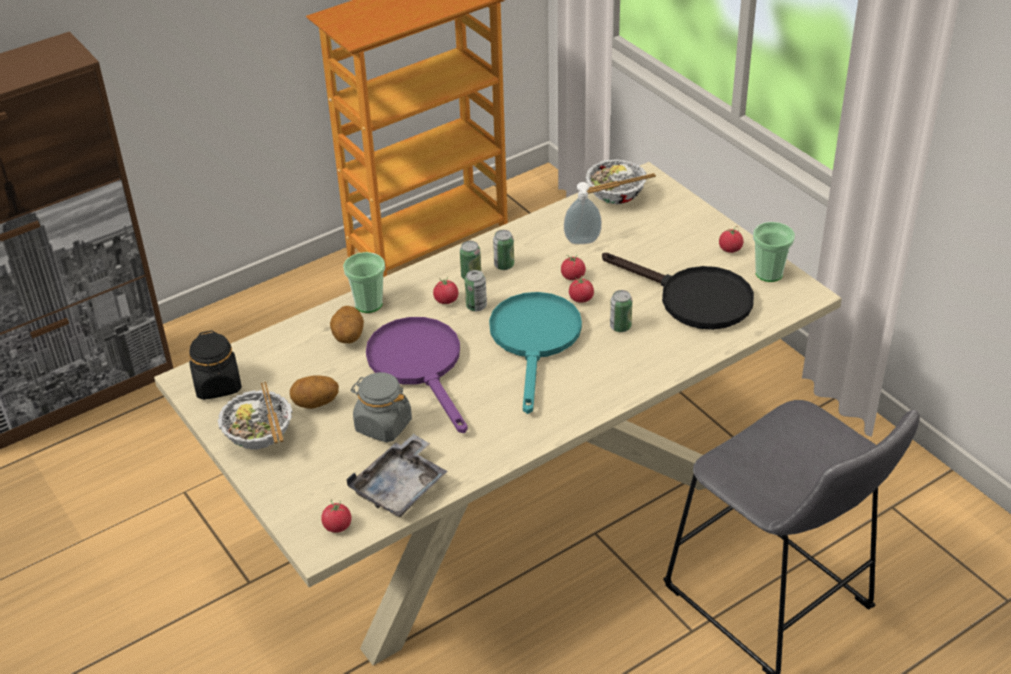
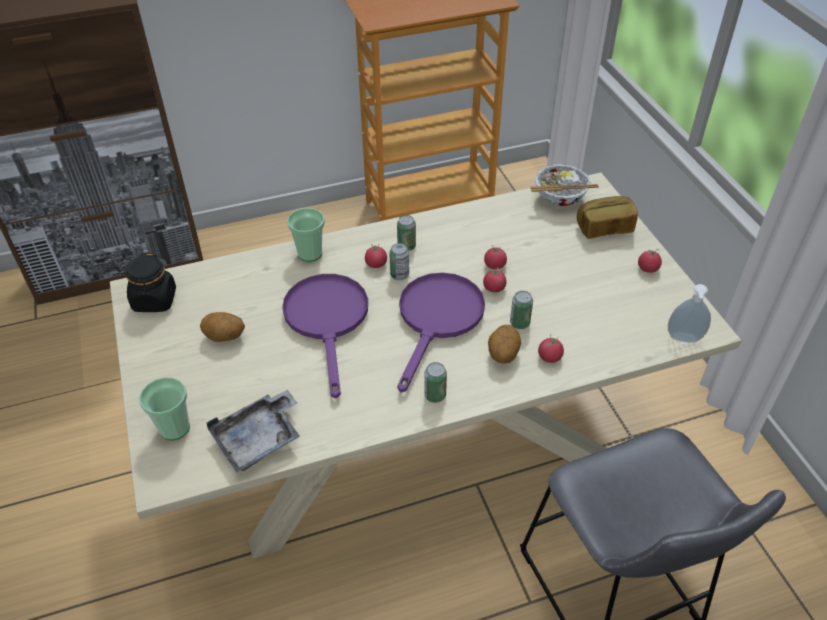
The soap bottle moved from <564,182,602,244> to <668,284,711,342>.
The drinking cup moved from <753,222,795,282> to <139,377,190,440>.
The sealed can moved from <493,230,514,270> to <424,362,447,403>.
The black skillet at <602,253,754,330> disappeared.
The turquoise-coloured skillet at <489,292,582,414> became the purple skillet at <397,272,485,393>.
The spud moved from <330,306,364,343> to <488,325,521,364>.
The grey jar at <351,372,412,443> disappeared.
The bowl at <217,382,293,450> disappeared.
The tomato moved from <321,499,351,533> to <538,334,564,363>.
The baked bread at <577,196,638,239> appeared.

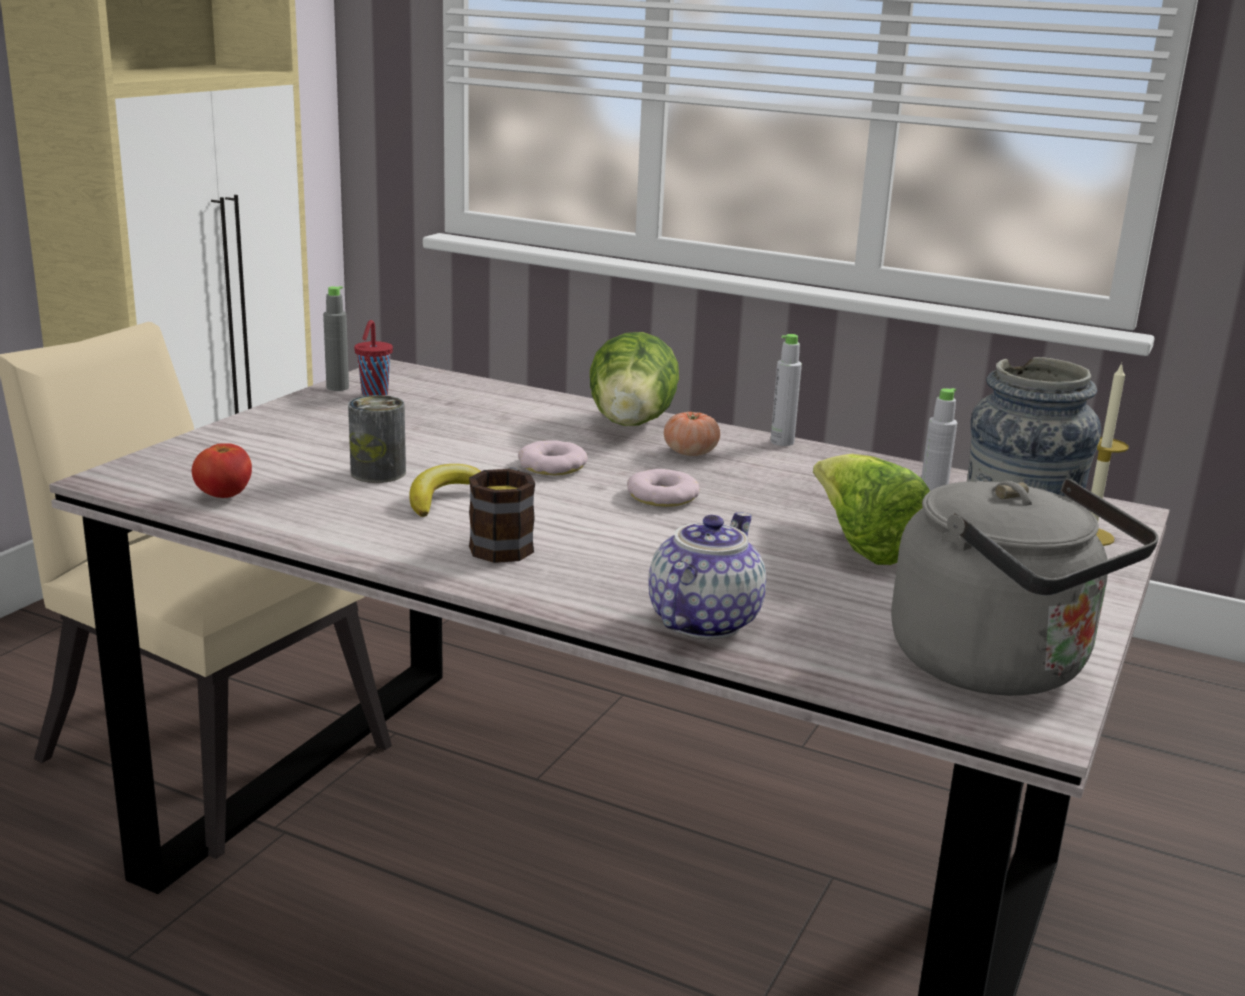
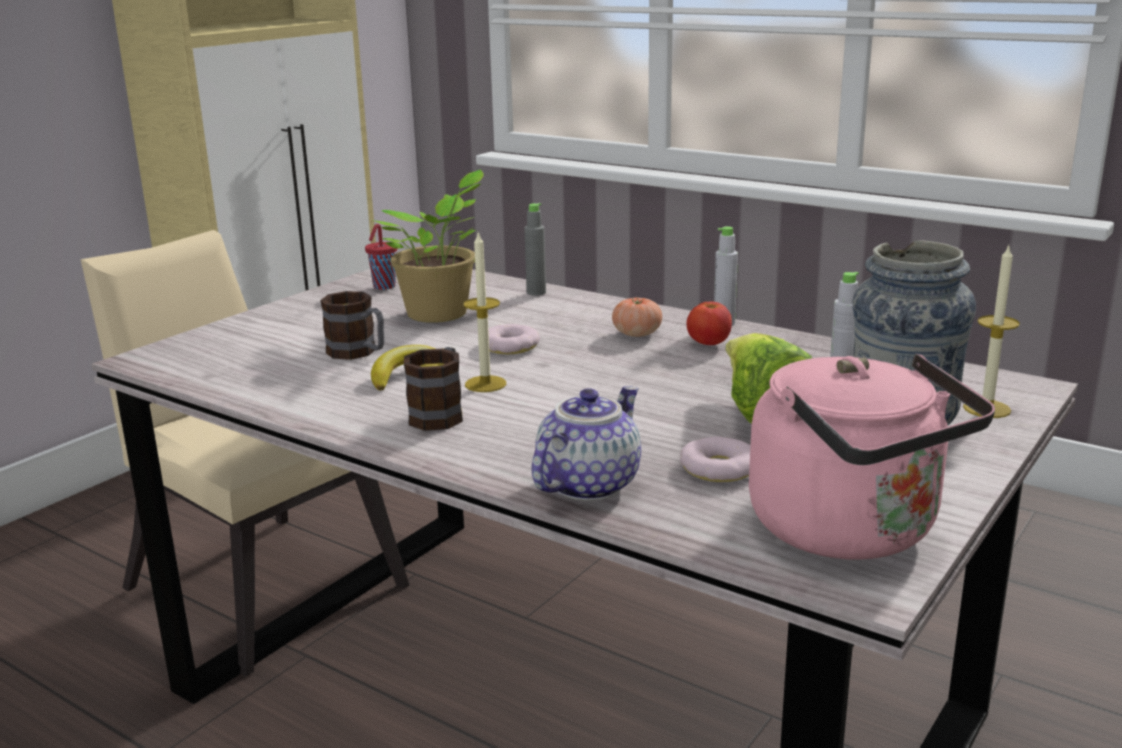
The grey beverage bottle moved from <323,286,349,391> to <524,203,546,296>.
The lettuce head at <590,332,679,426> disappeared.
The sealed can at <348,395,406,483> was replaced by the coffee mug at <320,291,384,360>.
The tomato moved from <192,443,252,498> to <687,302,732,345>.
The donut moved from <627,469,700,507> to <680,436,751,482>.
The grey water kettle at <891,478,1159,696> became the pink-coloured water kettle at <749,353,995,559>.
The houseplant at <371,169,484,323> appeared.
The candle at <464,233,506,392> appeared.

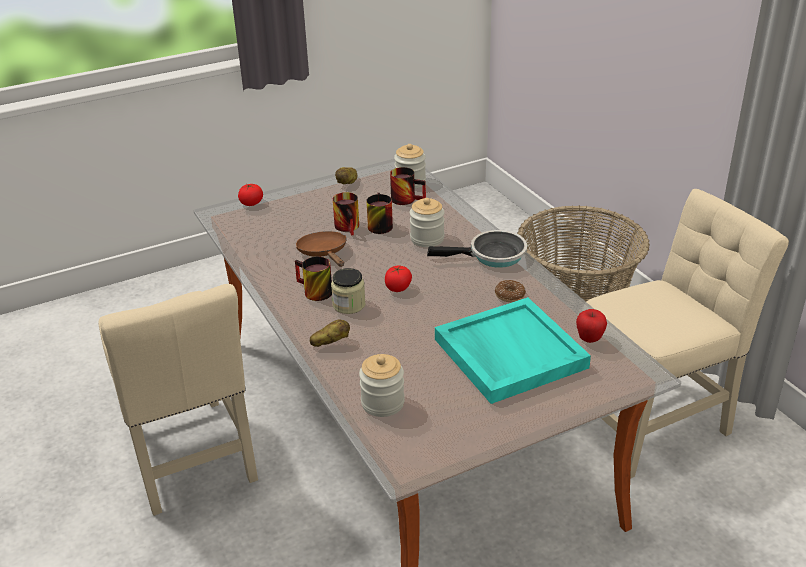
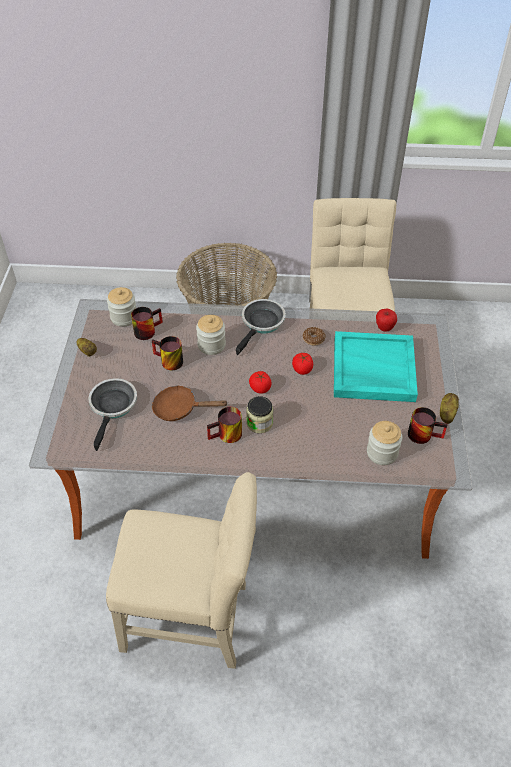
The tomato moved from <238,184,263,206> to <292,353,313,375>.
The coffee mug moved from <333,192,359,235> to <408,407,448,444>.
The spud moved from <310,320,350,347> to <440,393,459,424>.
The skillet at <88,378,137,451> appeared.

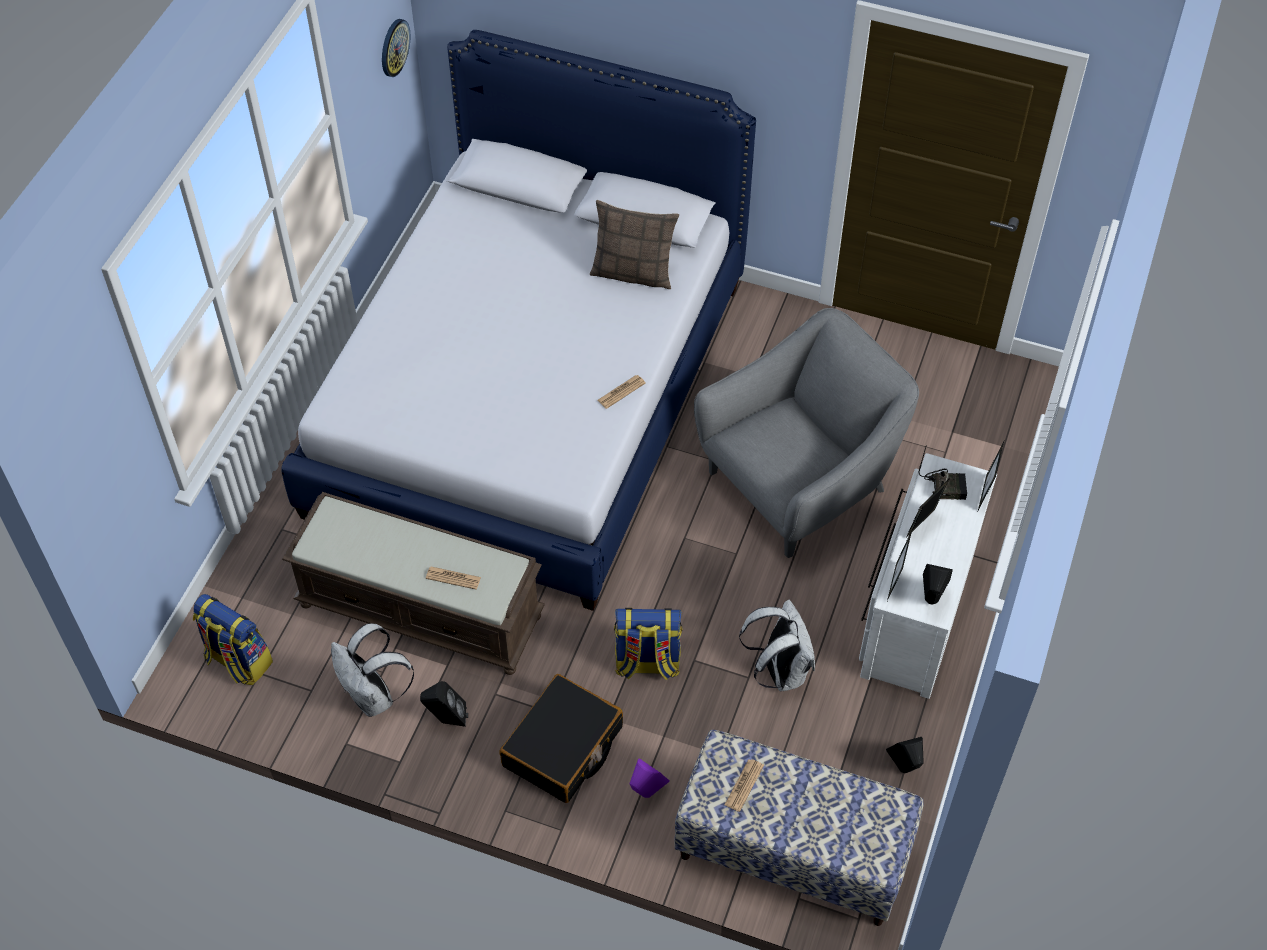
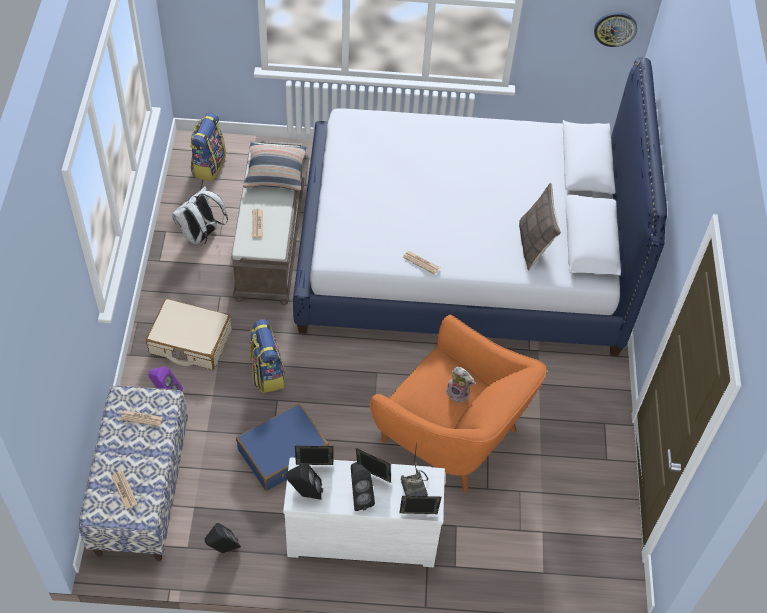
The grey lounge chair at <694,308,919,558> became the orange-coloured lounge chair at <370,315,546,493>.
The whitish knapsack at <739,600,815,691> was replaced by the blue suitcase at <236,404,329,491>.
The black suitcase at <500,674,623,803> became the beige suitcase at <146,299,232,370>.
The black speaker moved from <420,681,468,727> to <351,462,375,511>.
The pillow at <243,143,307,191> appeared.
The cuddly toy at <446,367,475,403> appeared.
The daily paper at <111,470,137,509> appeared.

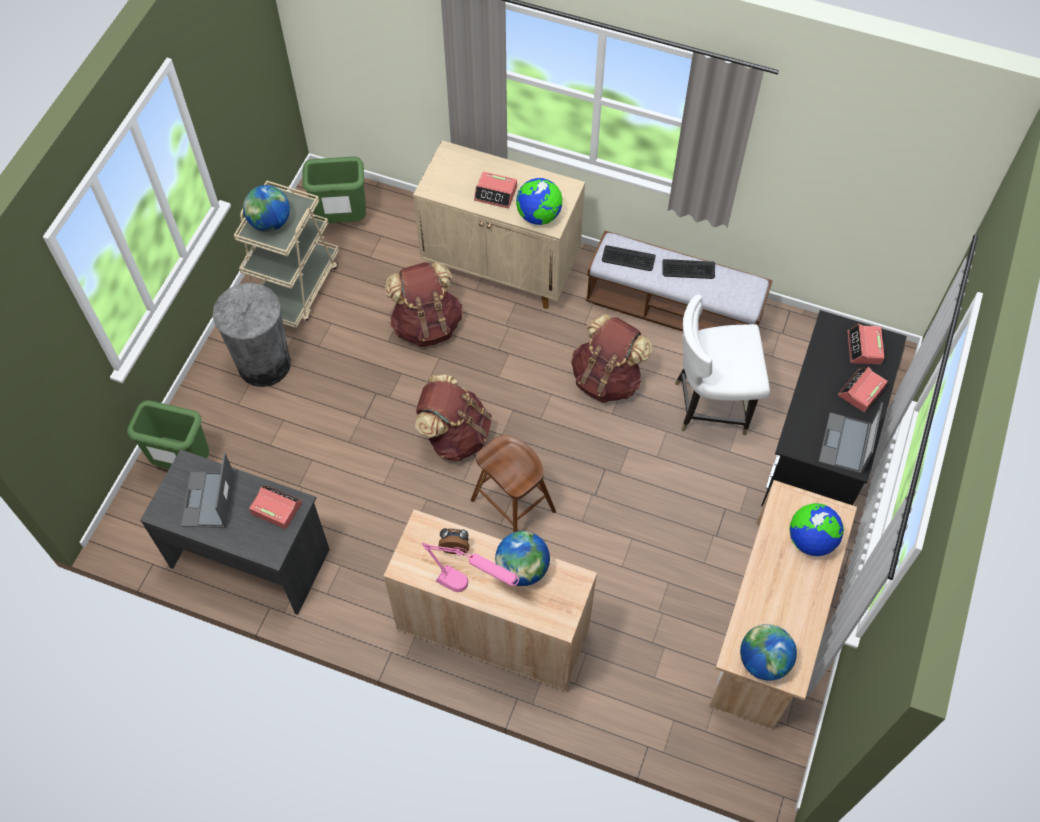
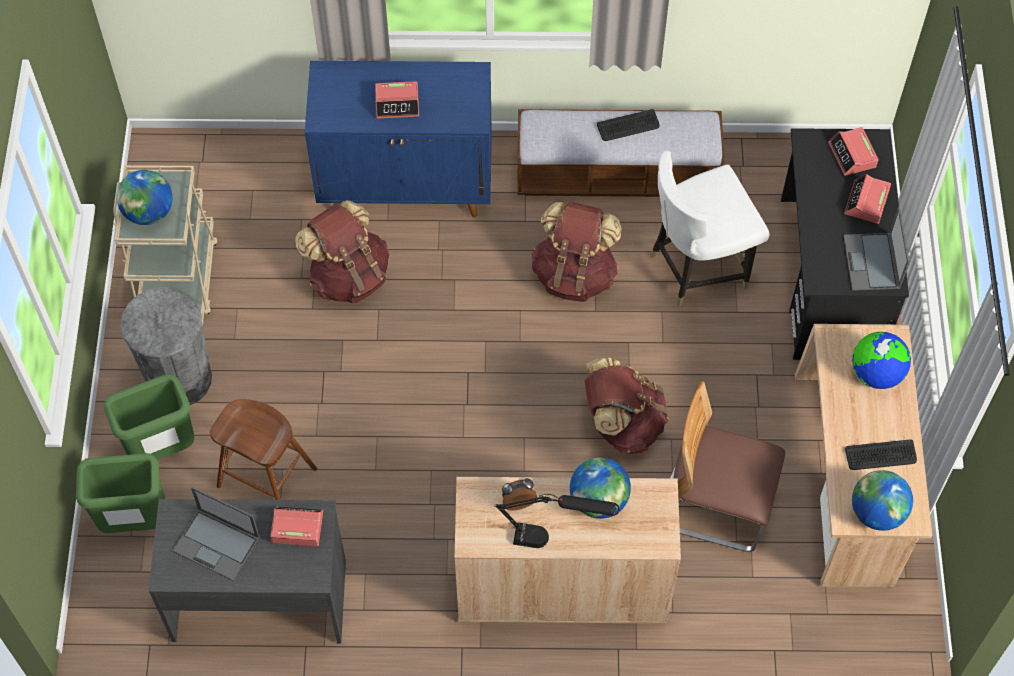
The beige cupboard at <413,140,585,309> became the blue cupboard at <305,61,492,218>.
The greenish waste bin moved from <303,157,366,223> to <104,374,195,460>.
The world globe at <516,178,563,225> disappeared.
The PC keyboard moved from <602,245,656,271> to <845,439,917,470>.
The brown knapsack moved from <415,374,492,461> to <584,357,669,454>.
The brown sitting stool moved from <471,435,556,533> to <210,399,317,500>.
The laptop at <181,453,234,528> turned 45 degrees counterclockwise.
The pink-coloured tabletop lamp at <422,542,519,592> became the black tabletop lamp at <495,494,620,548>.
The plain chair at <671,381,785,552> appeared.

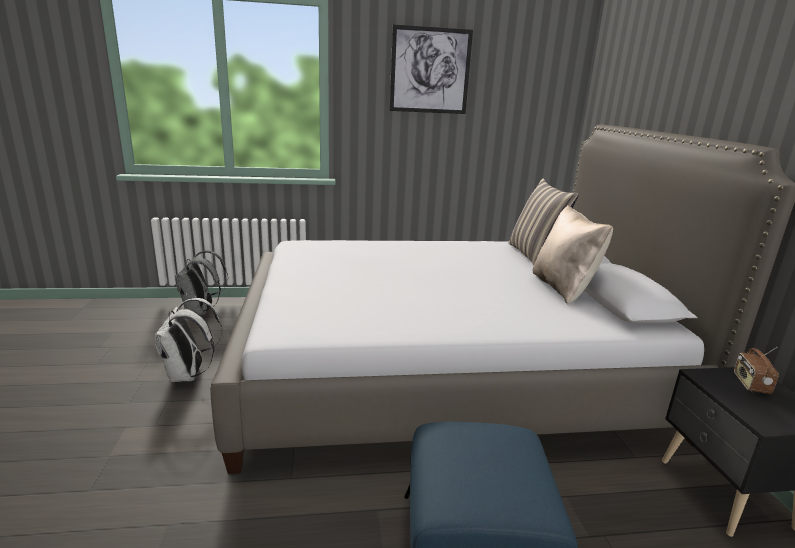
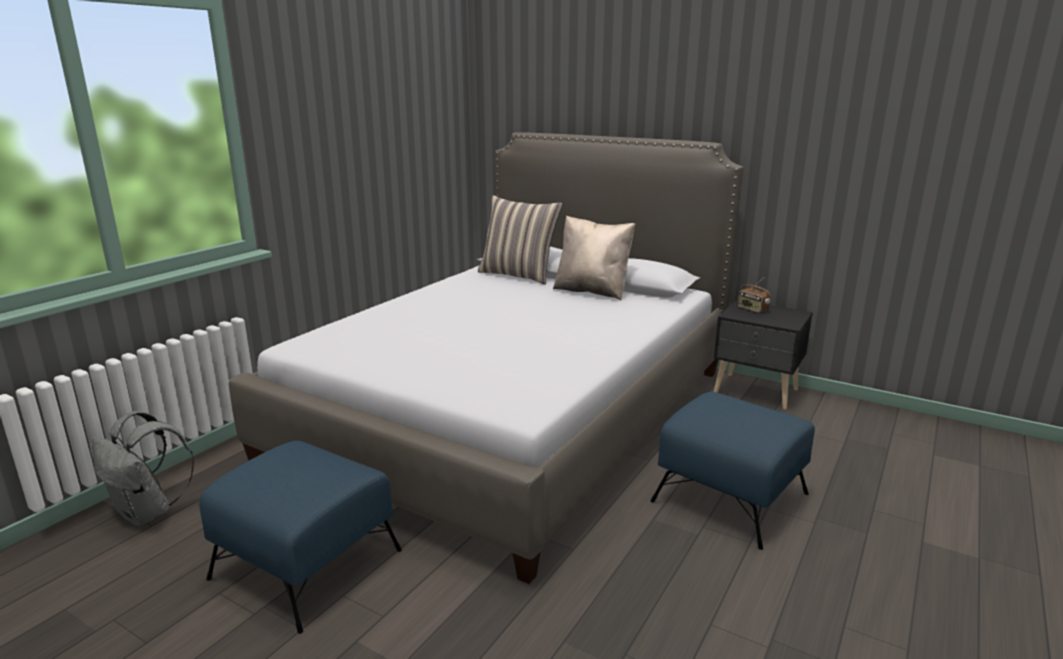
The wall art at <390,24,473,114> disappeared.
The whitish knapsack at <154,298,222,382> was replaced by the blue pouffe at <199,441,402,634>.

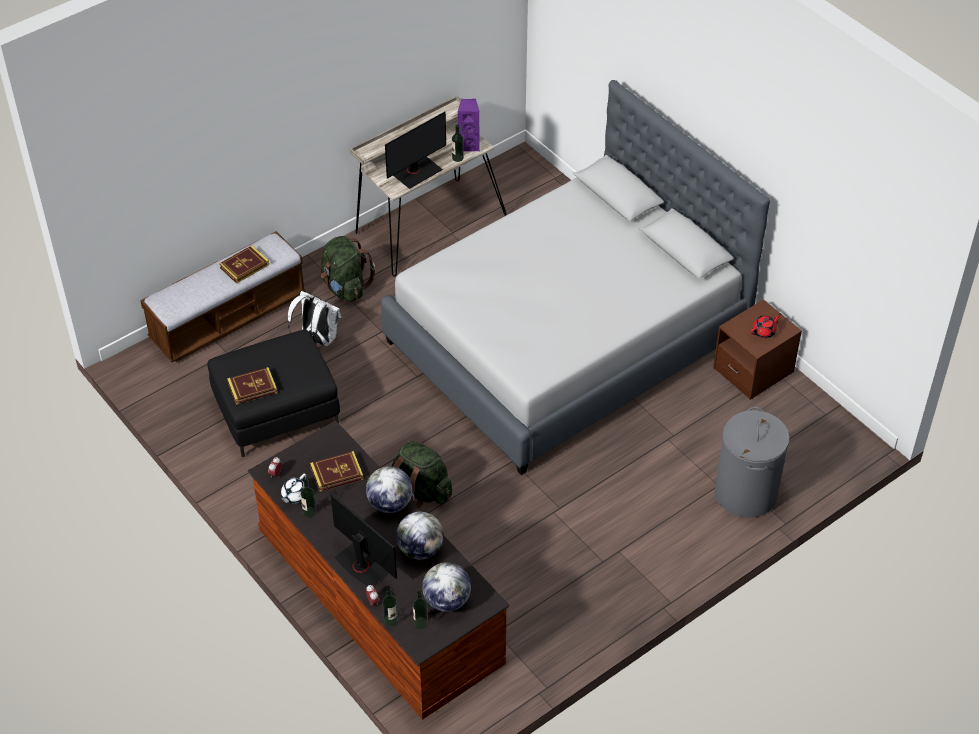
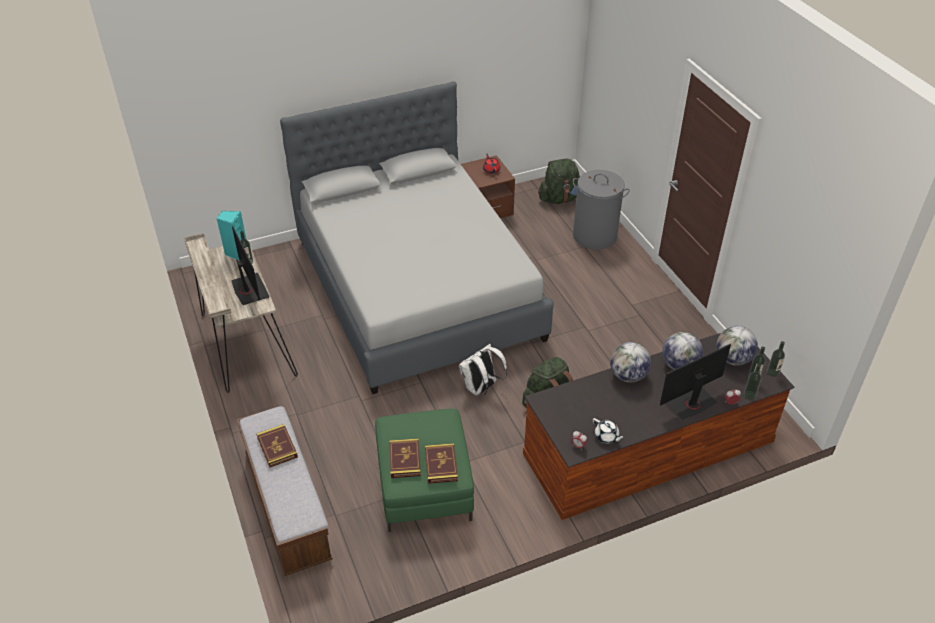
The purple speaker at <458,99,480,152> became the turquoise-coloured speaker at <216,210,247,260>.
The greenish knapsack moved from <321,236,375,302> to <538,158,580,204>.
The whitish knapsack moved from <288,291,342,346> to <459,344,507,396>.
The black pouffe at <207,330,340,457> became the greenish pouffe at <375,409,474,532>.
The bound book moved from <310,451,364,492> to <389,439,421,478>.
The beverage bottle moved from <301,479,317,518> to <767,341,785,377>.

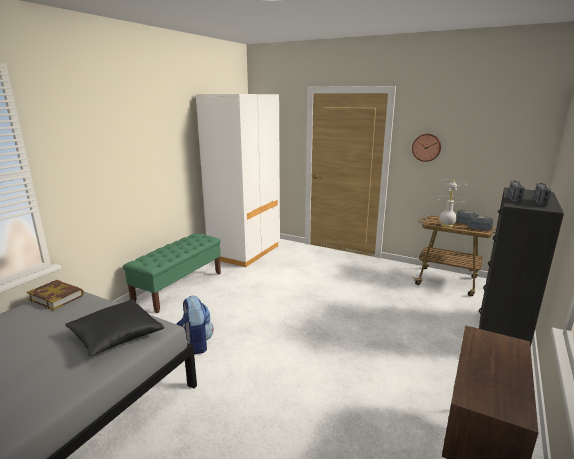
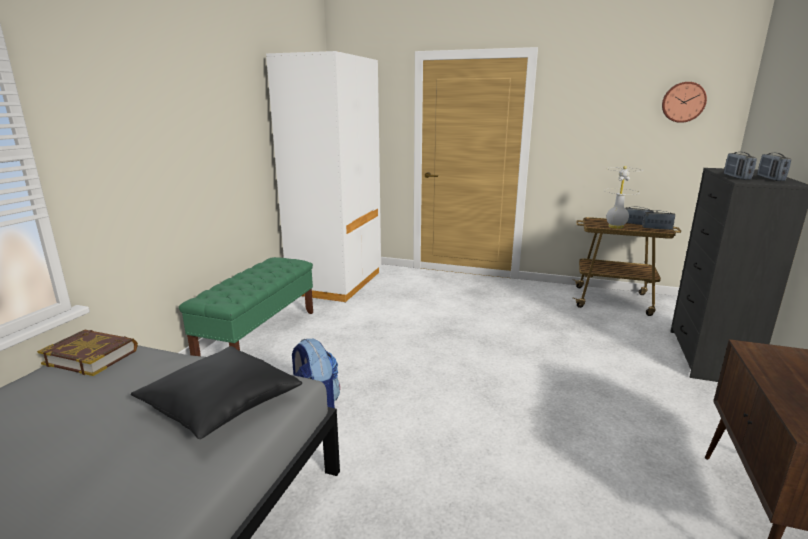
The wall clock moved from <412,134,441,162> to <662,82,707,123>.

